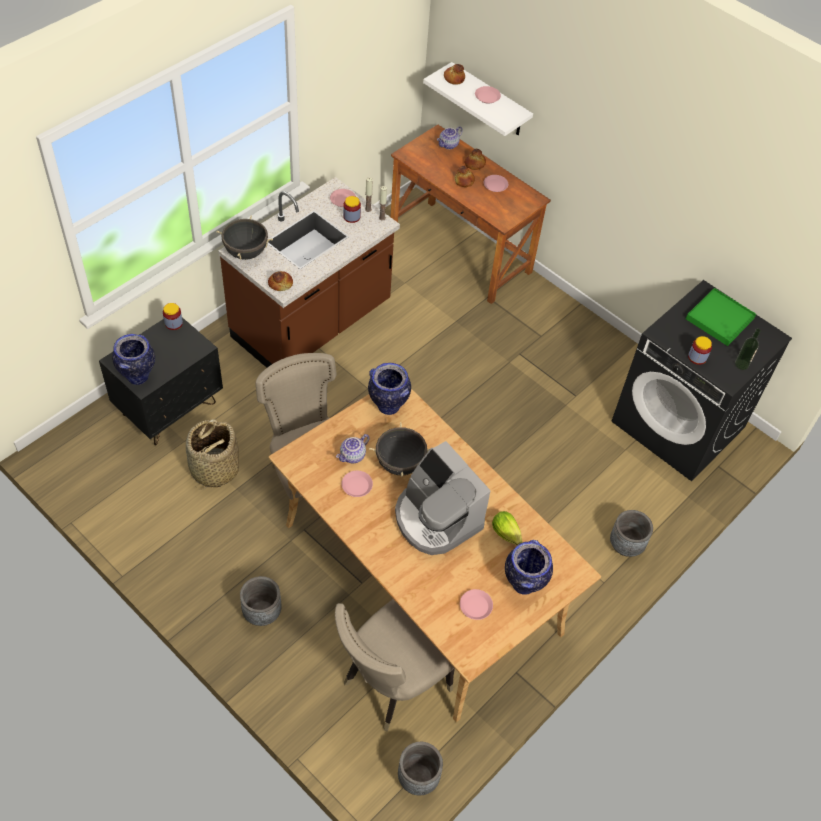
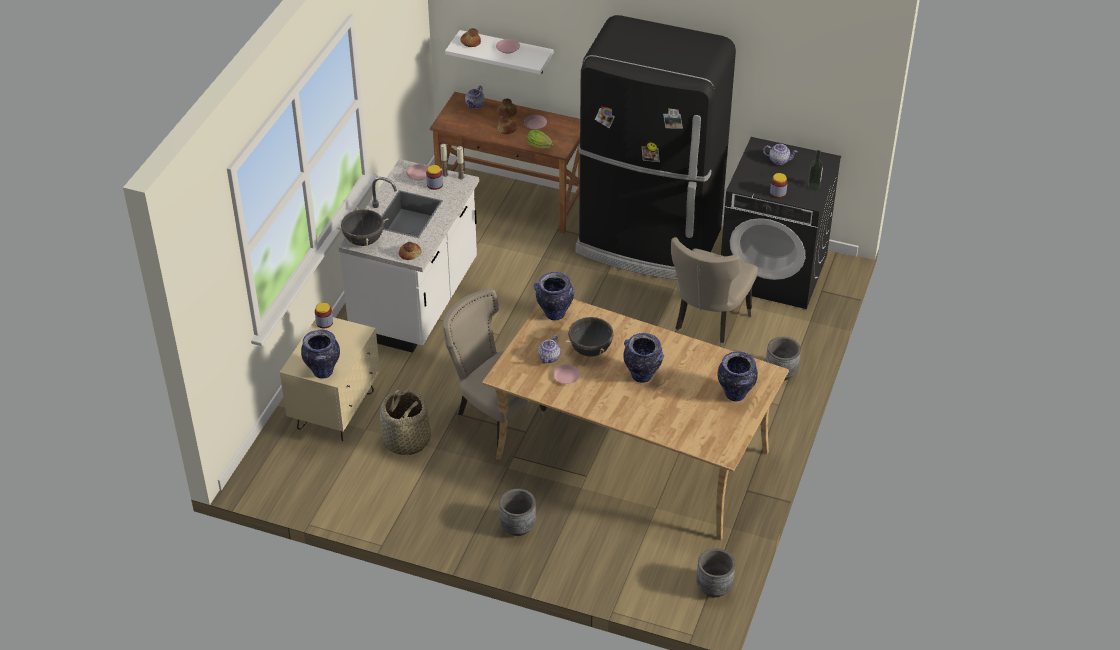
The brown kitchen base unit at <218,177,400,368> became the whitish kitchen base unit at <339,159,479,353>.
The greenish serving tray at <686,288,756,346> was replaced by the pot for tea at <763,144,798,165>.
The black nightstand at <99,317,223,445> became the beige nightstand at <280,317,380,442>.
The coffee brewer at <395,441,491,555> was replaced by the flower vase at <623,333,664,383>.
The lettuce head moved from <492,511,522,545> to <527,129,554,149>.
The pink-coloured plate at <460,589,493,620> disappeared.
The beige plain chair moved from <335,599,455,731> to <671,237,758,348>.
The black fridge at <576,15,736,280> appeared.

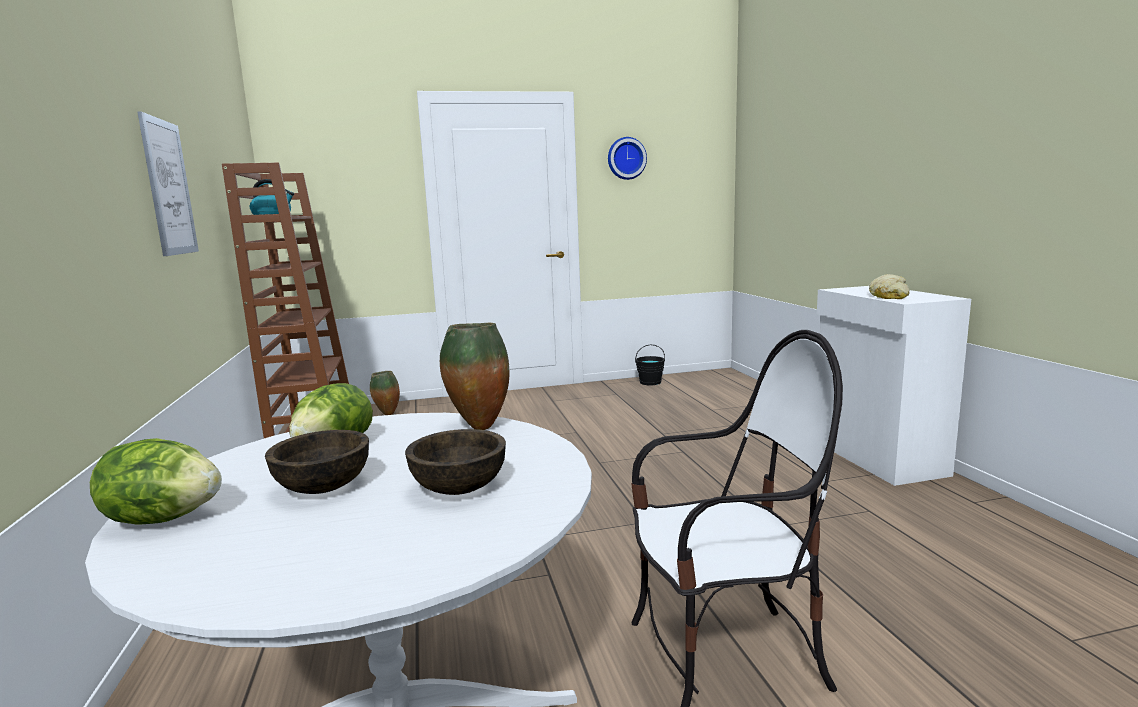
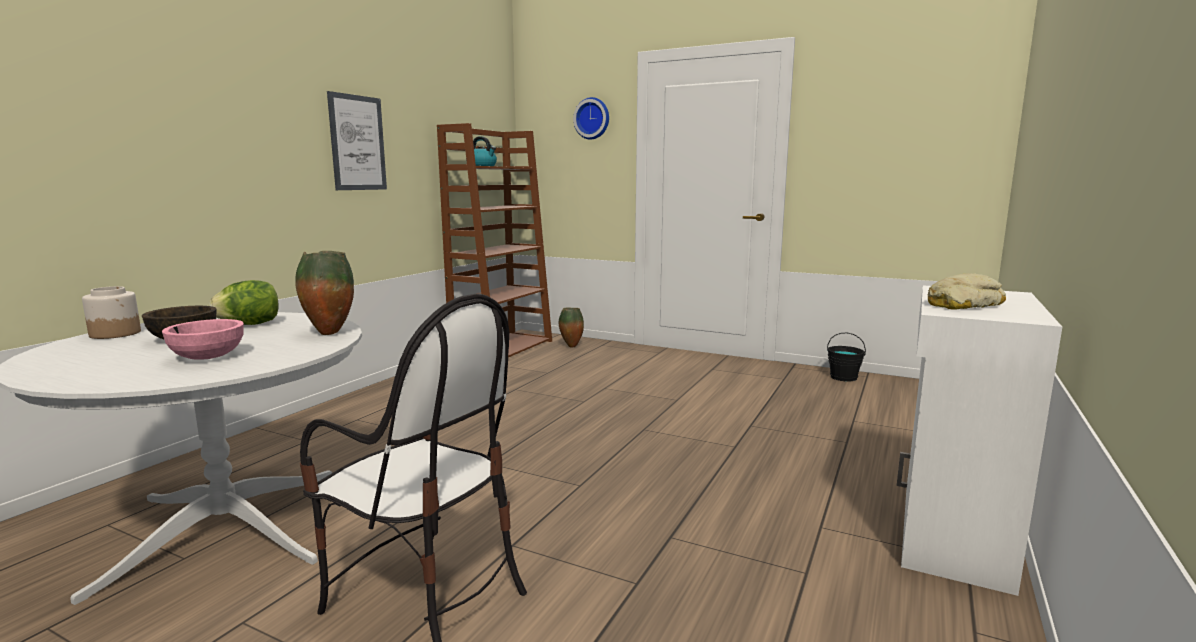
The wall clock moved from <608,137,647,180> to <573,97,609,140>.
The brown bowl at <405,429,506,495> became the pink-coloured bowl at <162,319,244,360>.
The lettuce head at <90,438,222,525> was replaced by the jar at <82,286,141,339>.

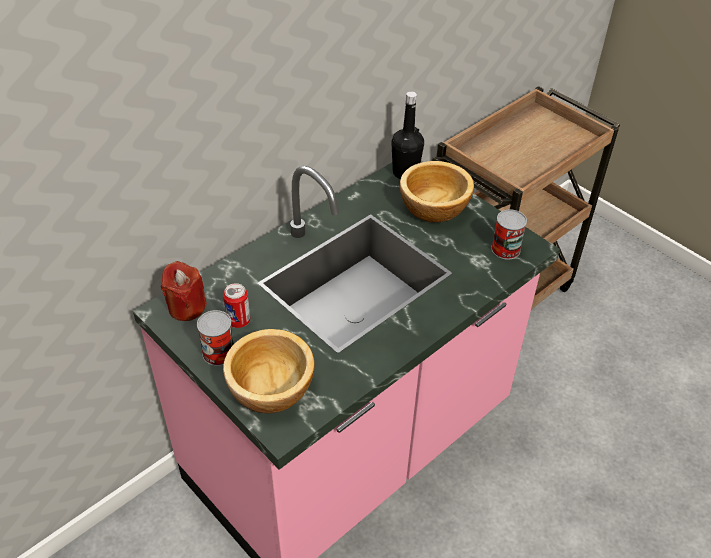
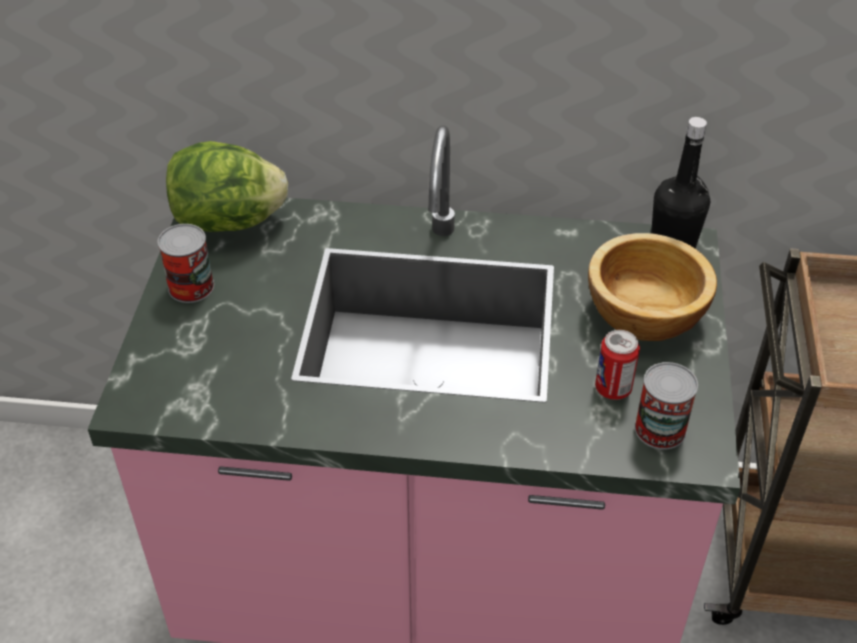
The red candle at <161,261,207,321> was replaced by the lettuce head at <166,141,288,232>.
The sealed can moved from <223,283,250,328> to <595,330,640,400>.
The bowl at <223,329,315,414> disappeared.

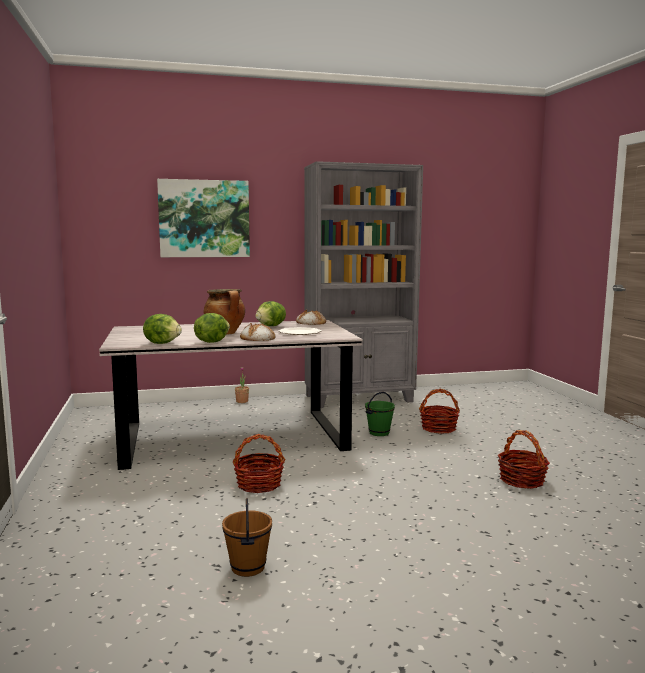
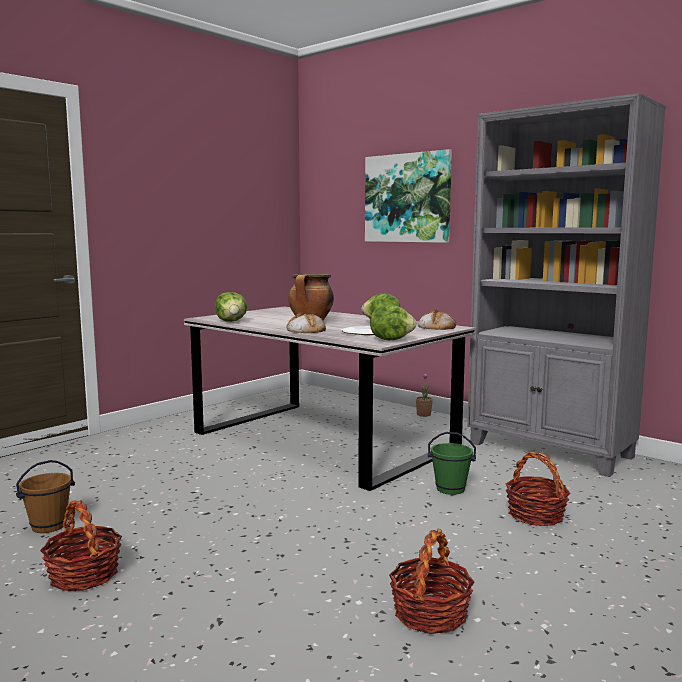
The lettuce head moved from <194,313,230,343> to <370,305,417,340>.
The storage basket moved from <233,434,286,493> to <40,500,122,591>.

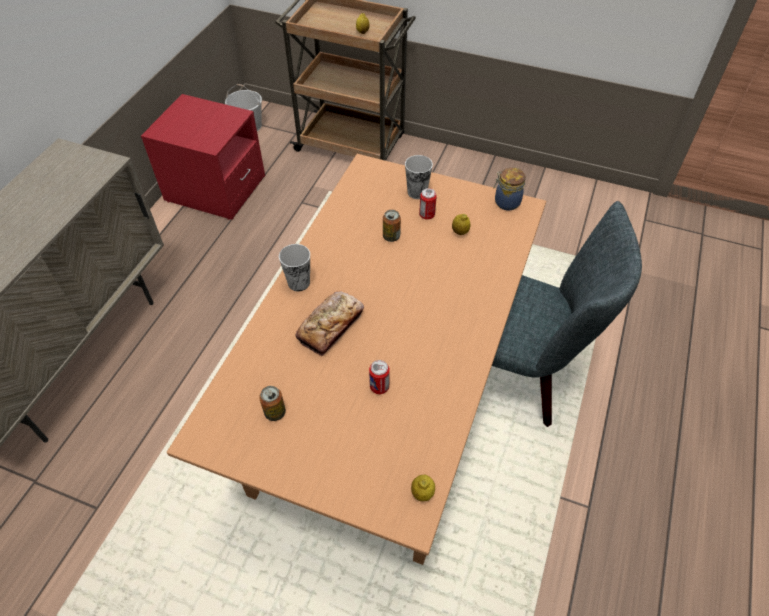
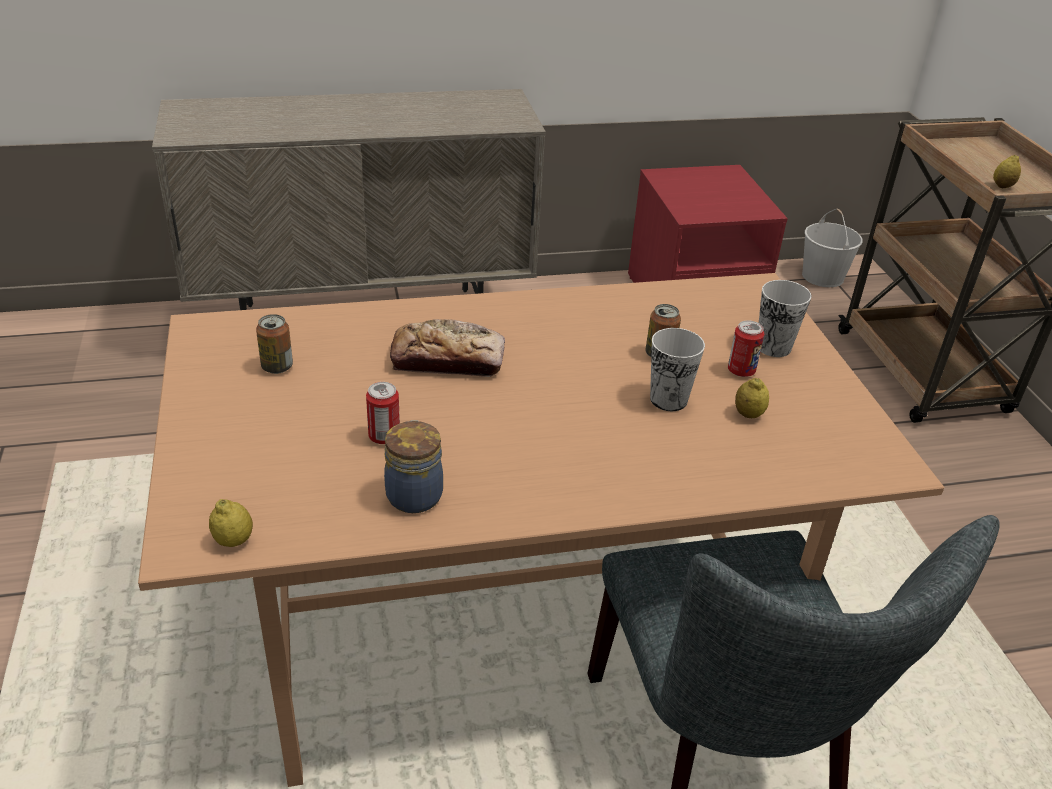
The jar moved from <493,167,526,211> to <384,420,443,513>.
The drinking cup moved from <279,244,310,291> to <650,328,705,411>.

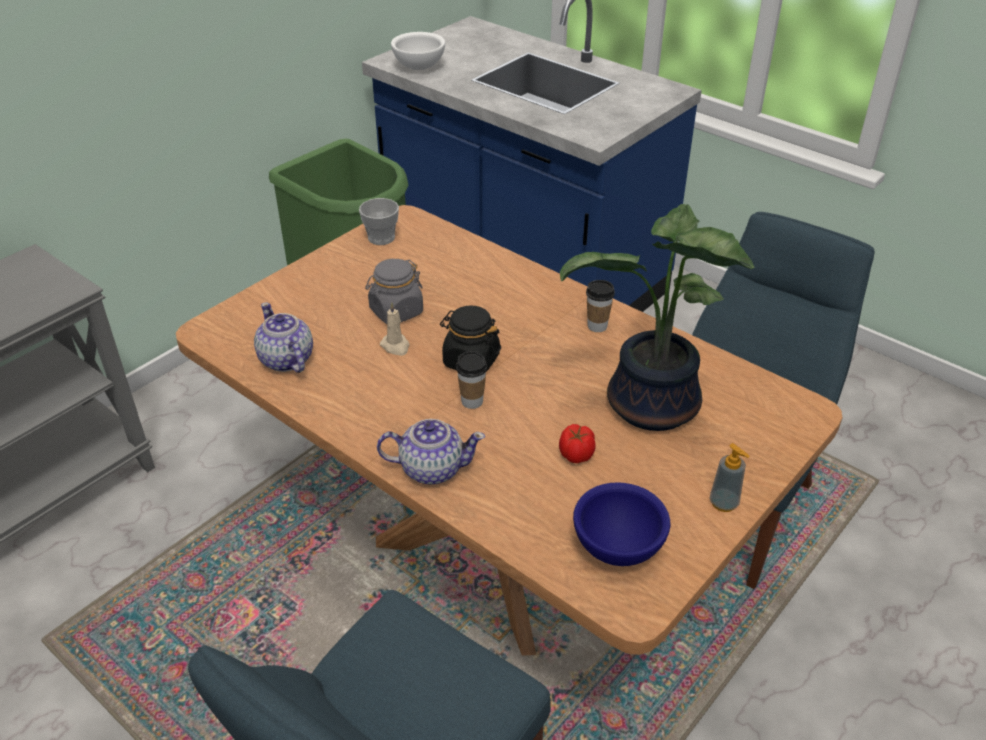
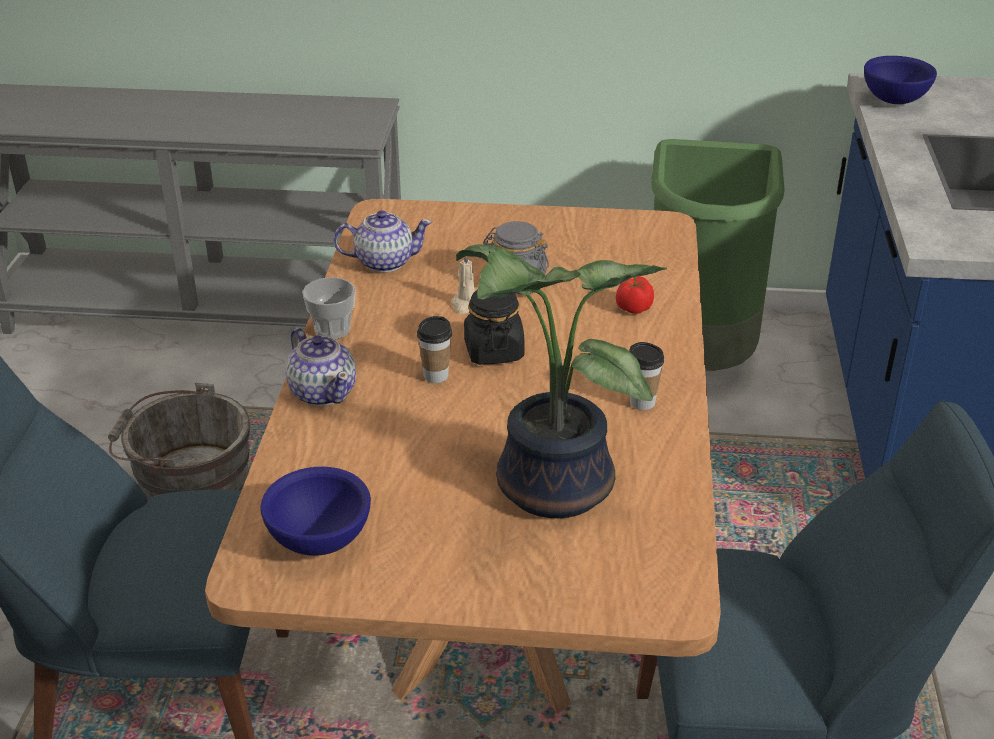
The whitish bowl at <391,32,445,70> became the blue bowl at <864,56,937,104>.
The drinking cup moved from <359,198,399,245> to <302,277,356,339>.
The pot for tea at <254,302,313,373> turned 60 degrees clockwise.
The tomato moved from <559,424,596,463> to <616,276,654,314>.
The soap bottle at <710,443,750,512> disappeared.
The grey pail at <108,383,251,500> appeared.

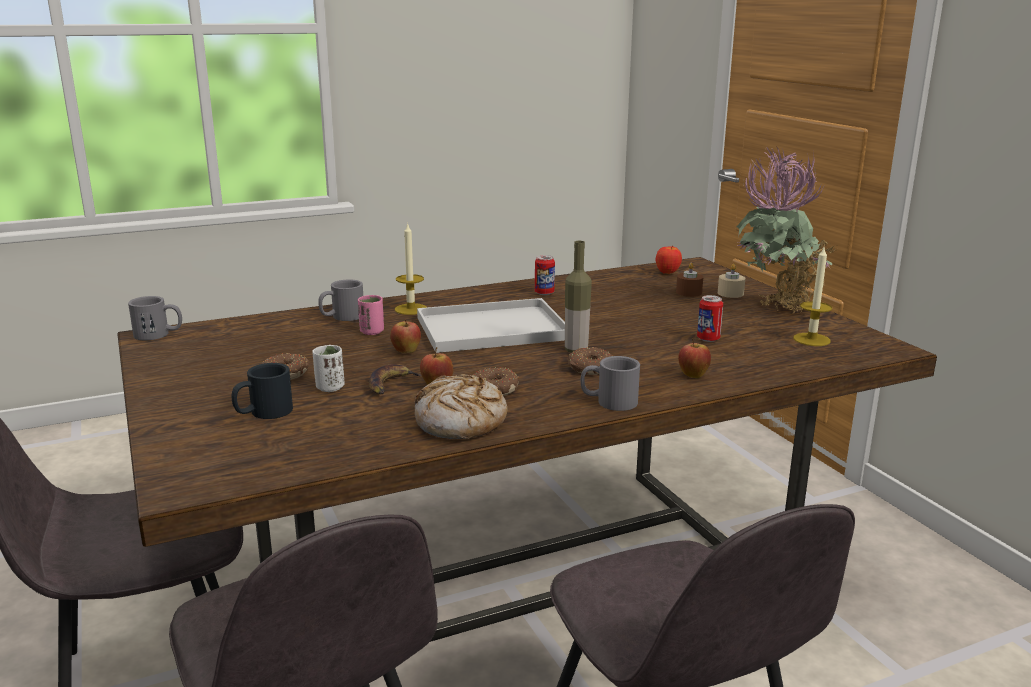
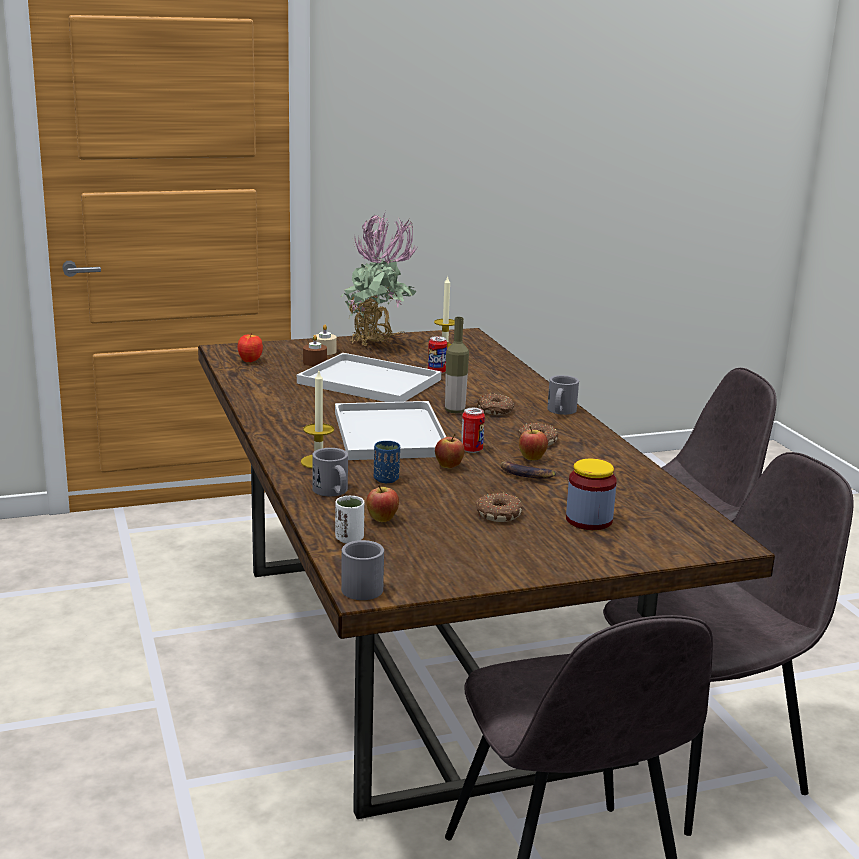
The sealed can moved from <535,255,555,295> to <461,408,485,453>.
The pink-coloured drinking cup at <358,295,384,335> became the blue drinking cup at <374,441,400,483>.
The apple moved from <678,338,711,378> to <366,484,399,522>.
The whitish drinking cup moved from <312,345,344,392> to <335,496,364,544>.
The black coffee mug at <232,363,293,419> was replaced by the jar at <566,459,617,530>.
The baked bread at <415,374,507,439> disappeared.
The whitish serving tray at <297,353,441,402> appeared.

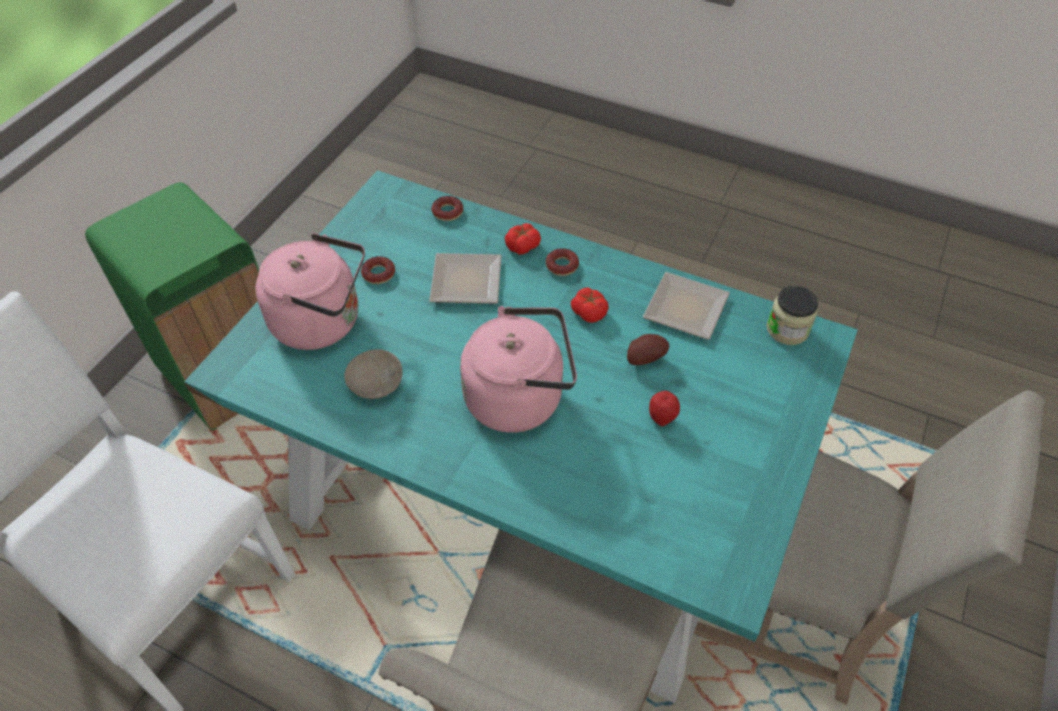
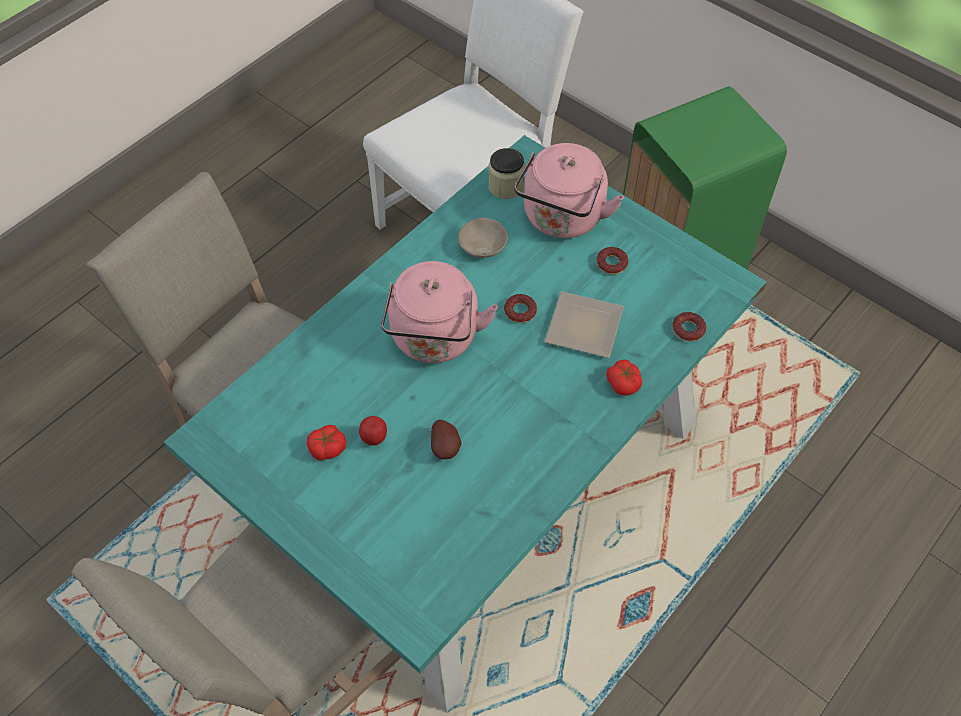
The donut moved from <546,248,579,276> to <504,294,537,323>.
The plate at <643,272,730,340> disappeared.
The jar moved from <767,286,818,345> to <488,148,525,199>.
The tomato moved from <571,287,609,323> to <307,425,346,460>.

